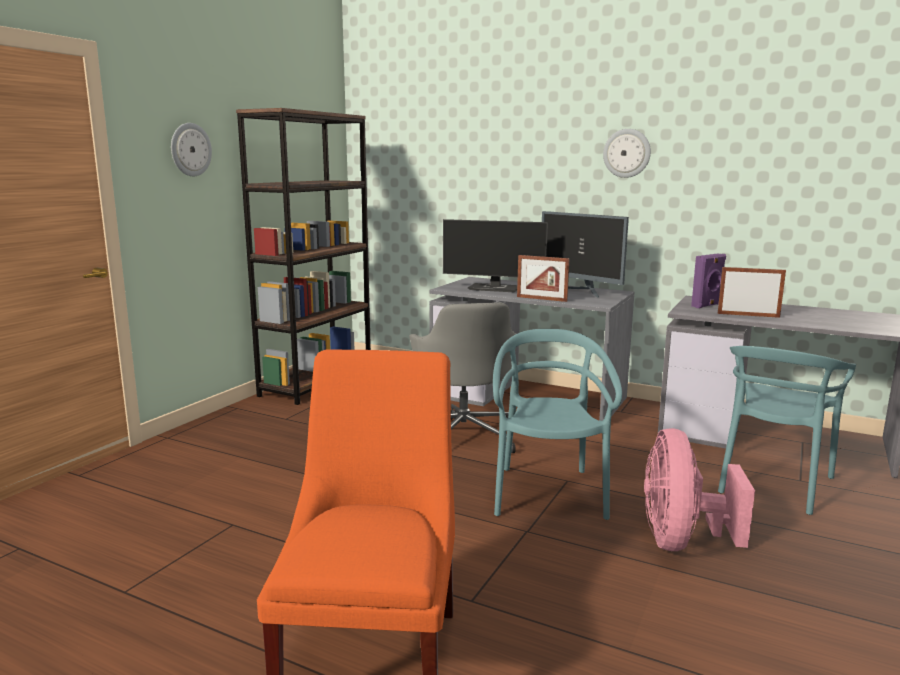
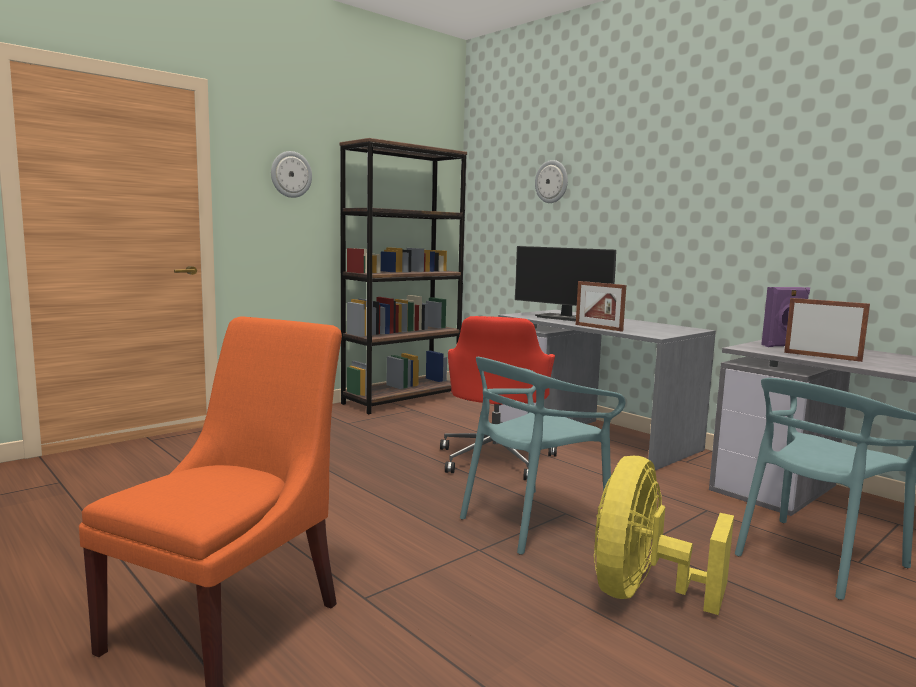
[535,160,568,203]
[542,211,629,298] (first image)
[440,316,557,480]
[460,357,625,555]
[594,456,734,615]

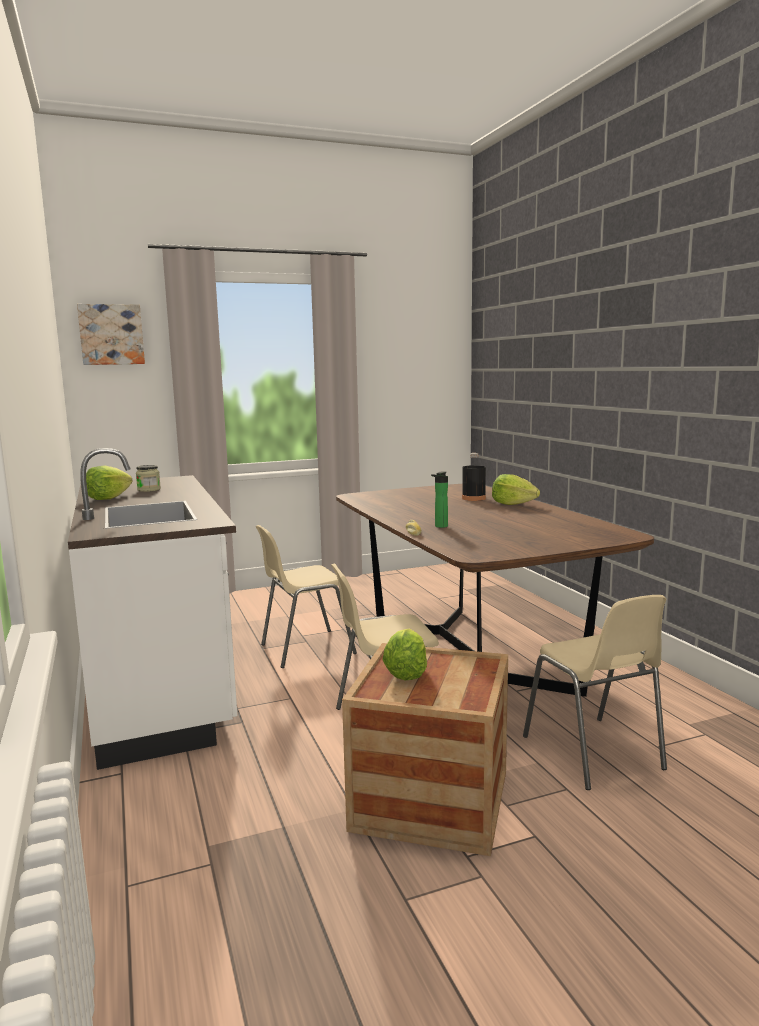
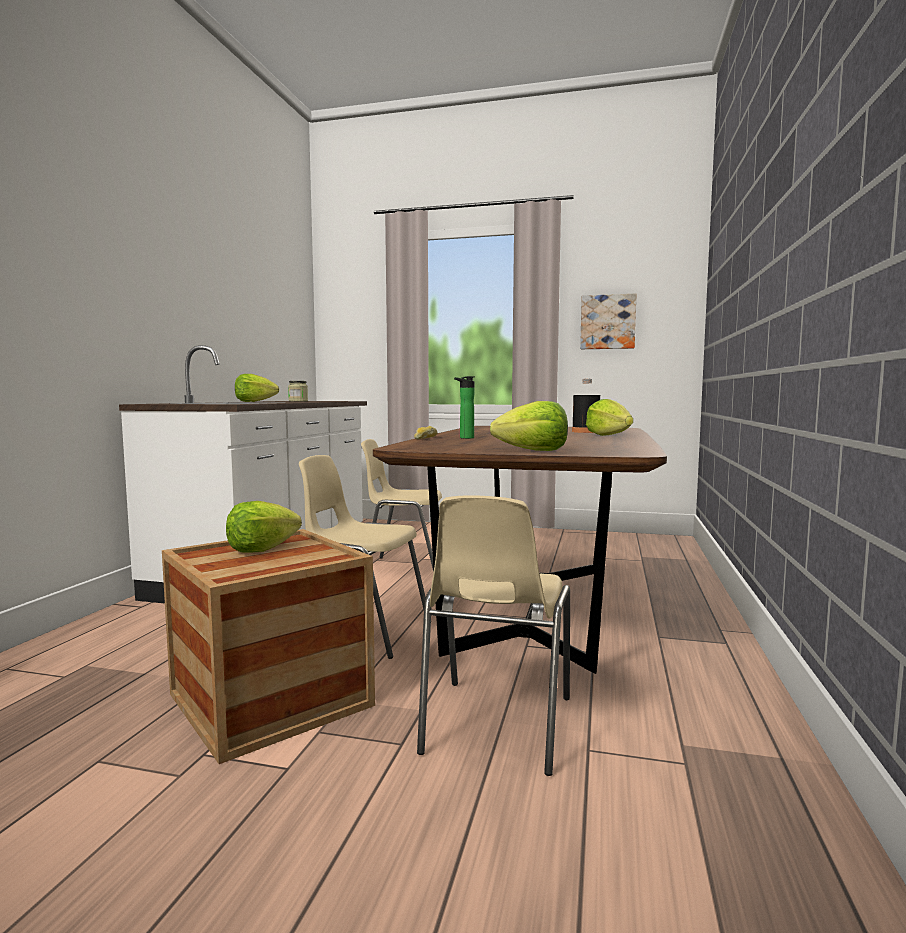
[580,293,637,349]
[490,401,568,451]

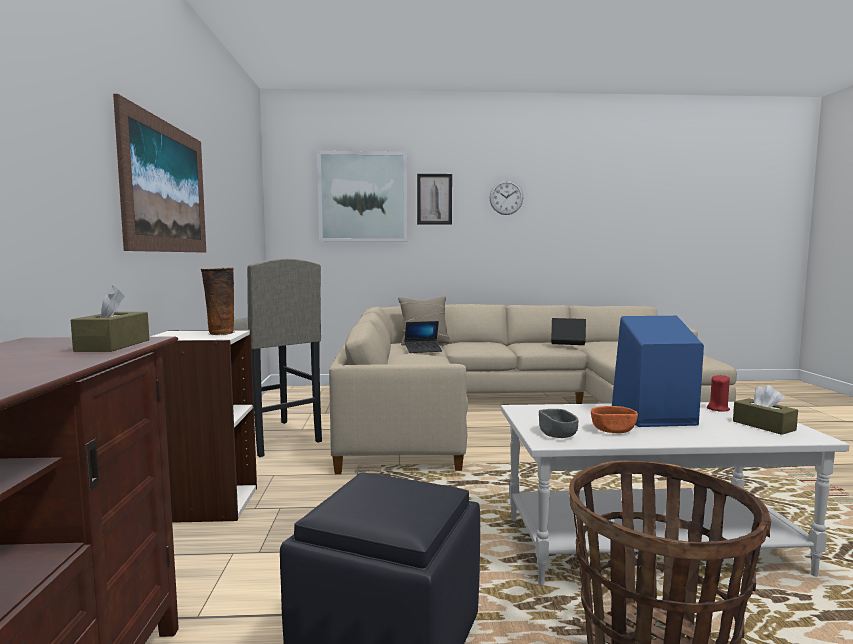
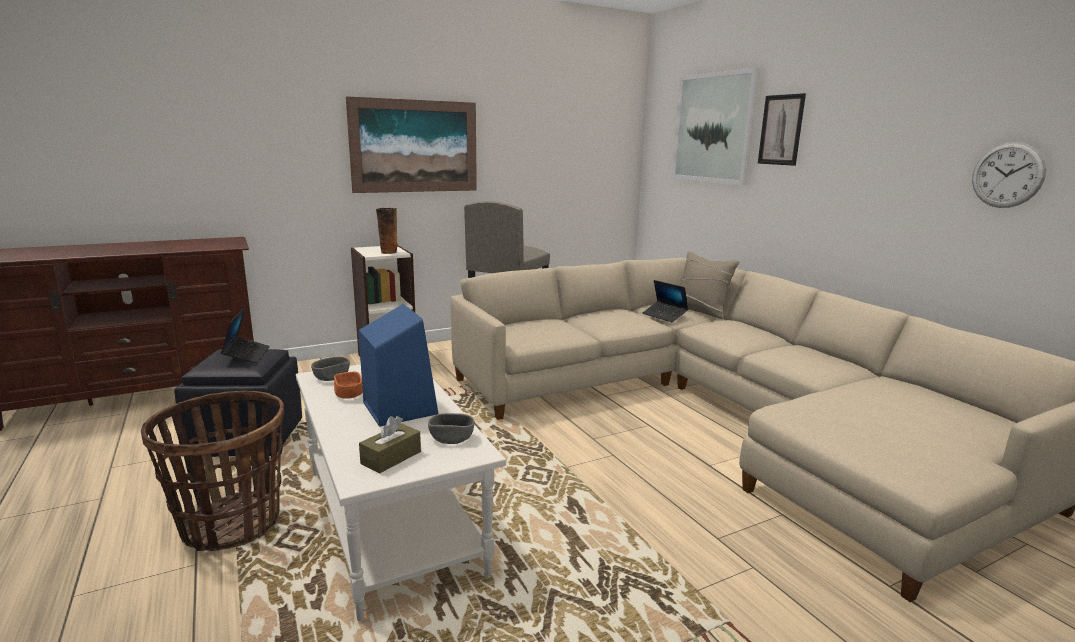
[972,142,1046,208]
[71,286,149,352] (first image)
[221,308,270,363]
[428,413,474,444]

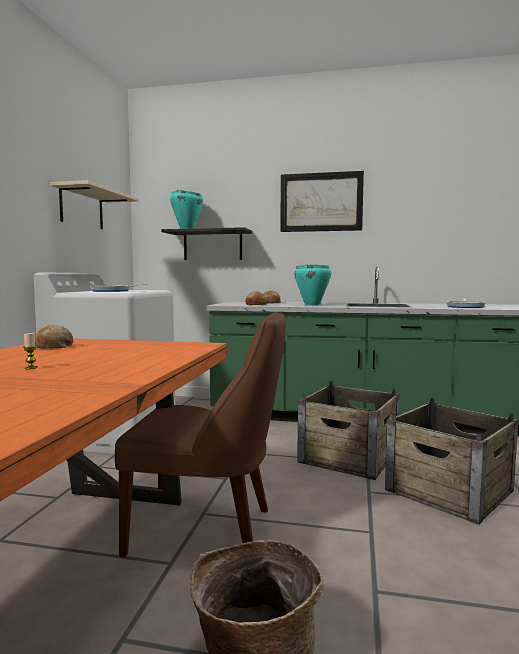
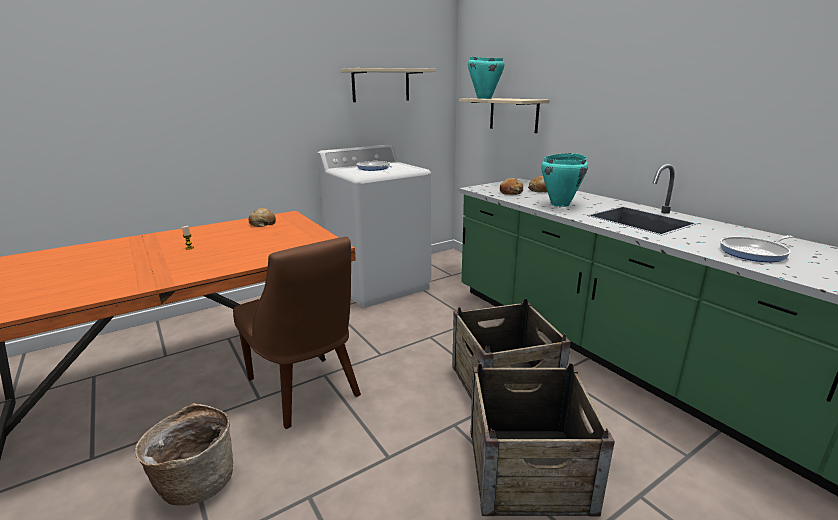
[280,171,364,232] (first image)
[459,98,549,133]

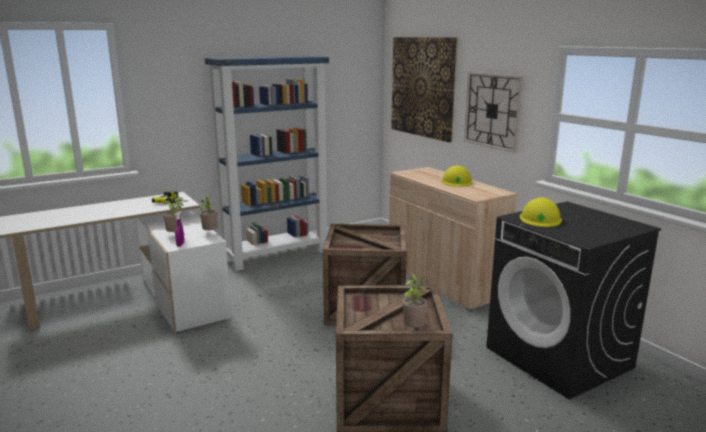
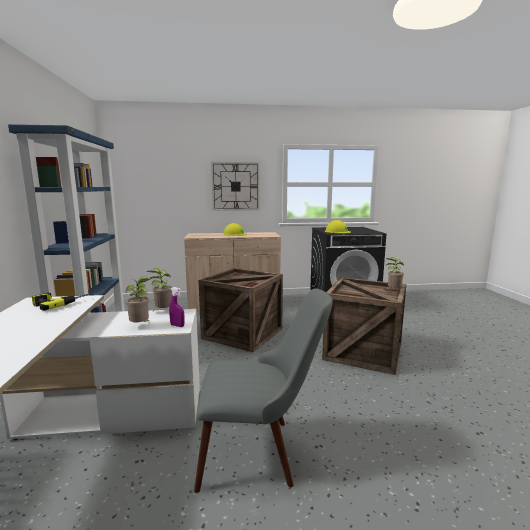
[391,37,458,142] (first image)
[194,289,333,493]

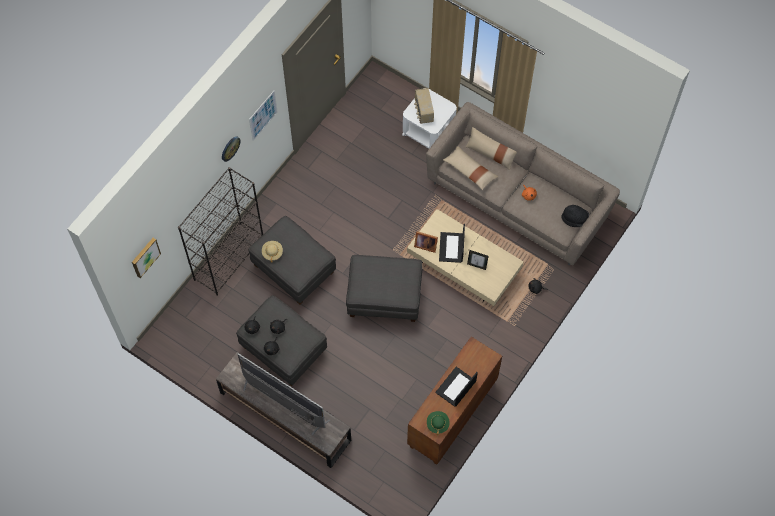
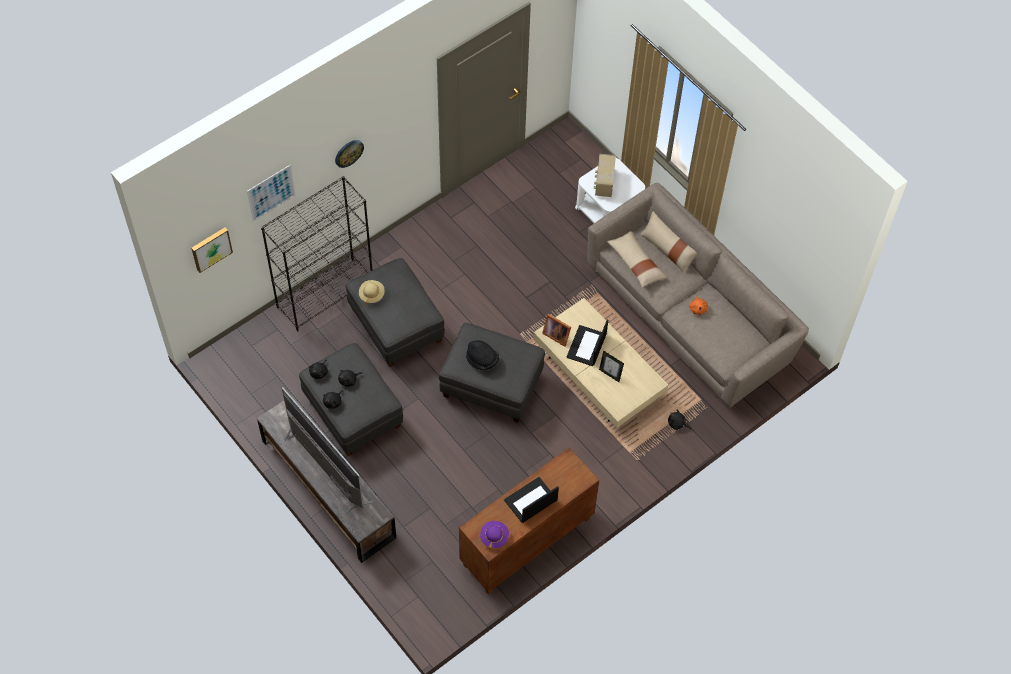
[247,165,296,222]
[466,340,499,370]
[480,521,509,550]

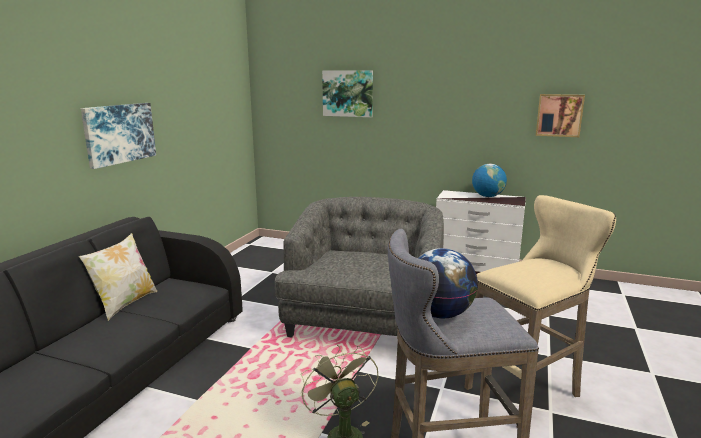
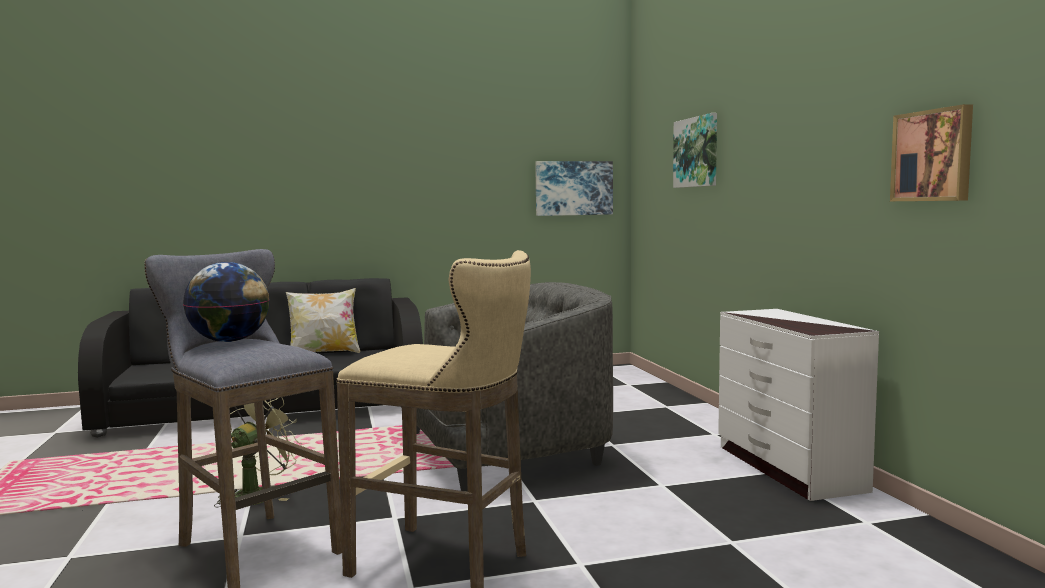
[535,161,613,216]
[472,164,507,197] (first image)

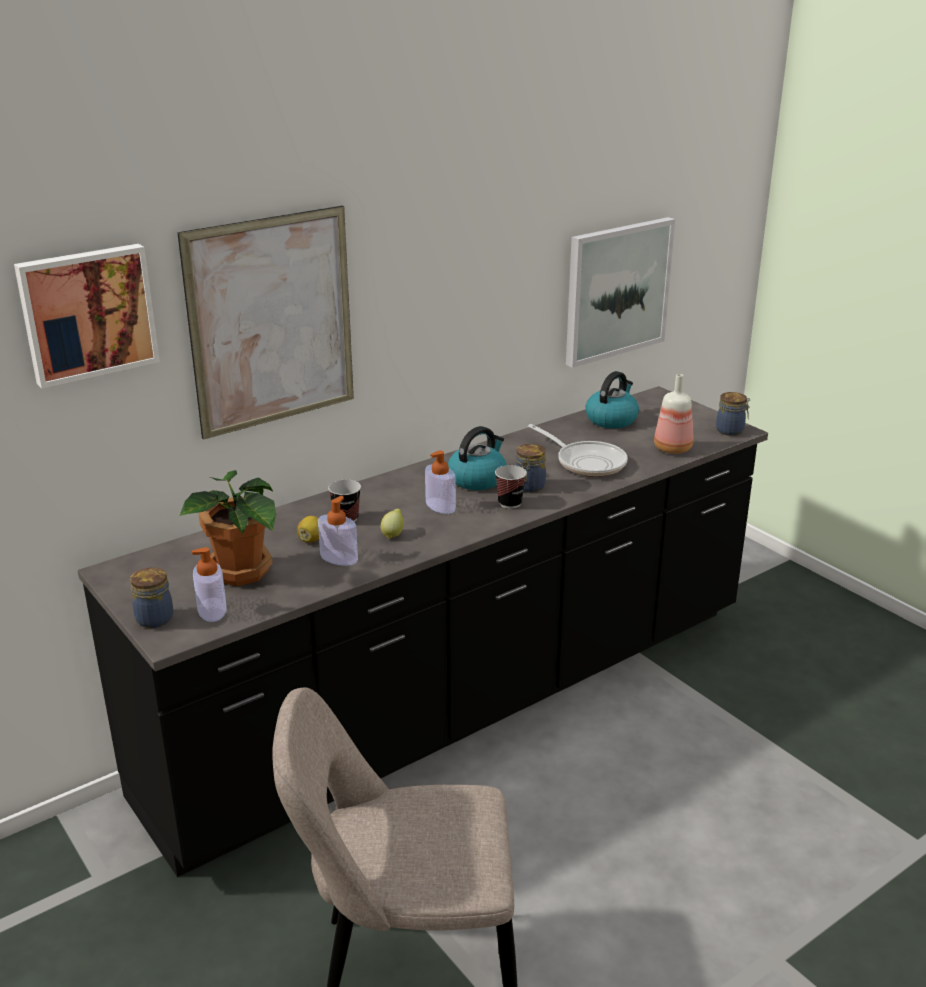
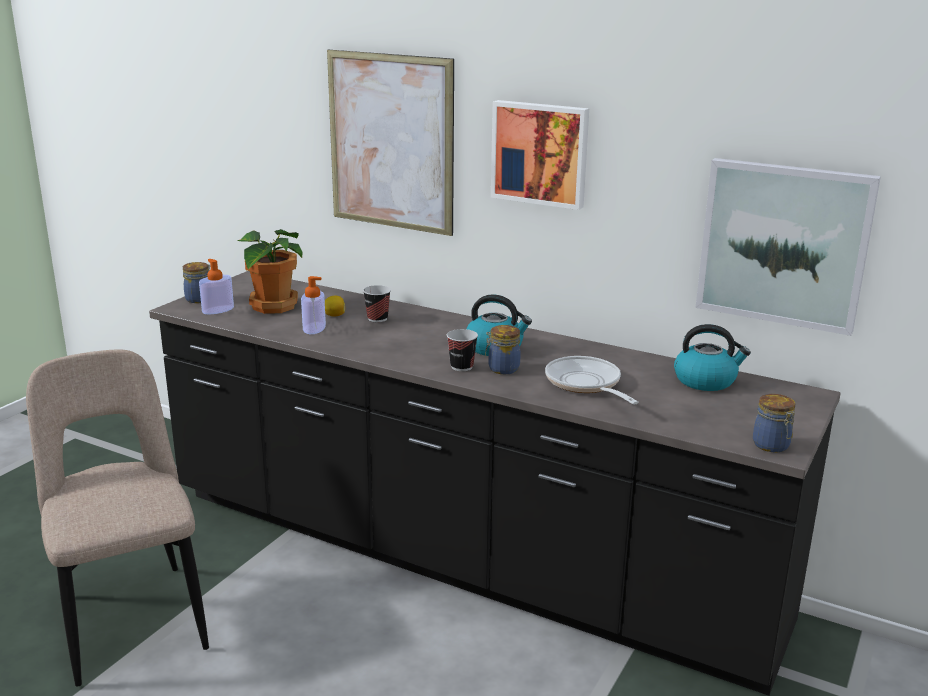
[491,100,589,210]
[654,374,693,454] (first image)
[545,356,638,405]
[425,451,456,514] (first image)
[381,509,404,539] (first image)

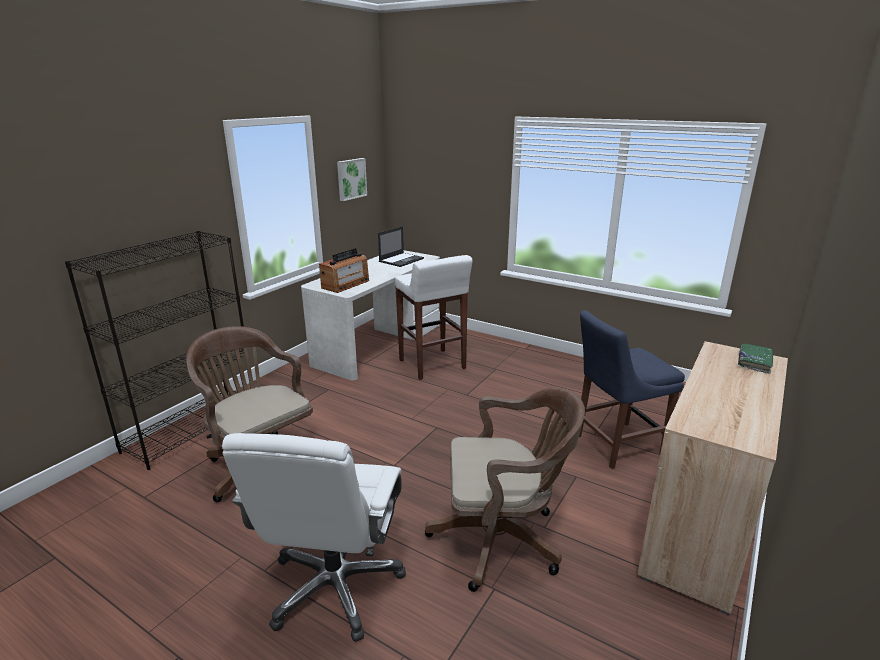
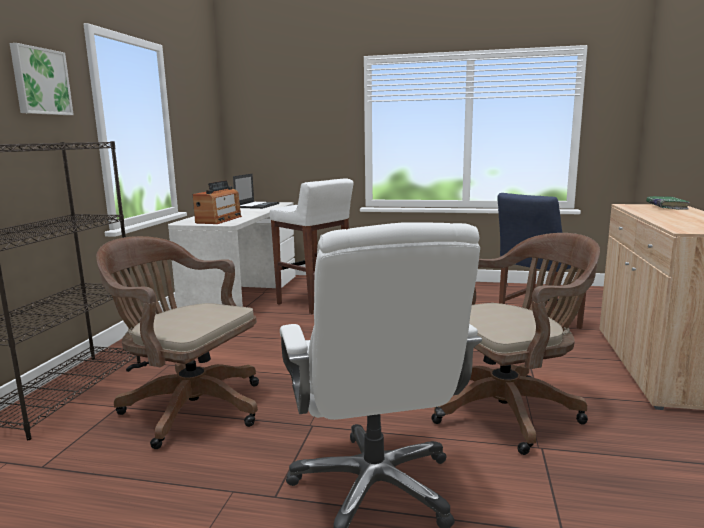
[10,43,74,115]

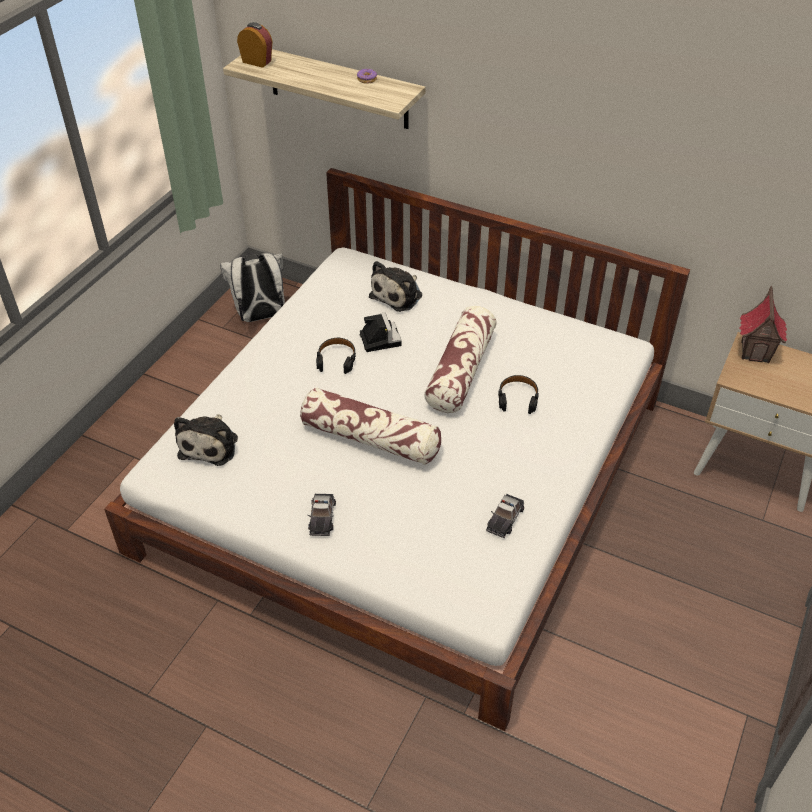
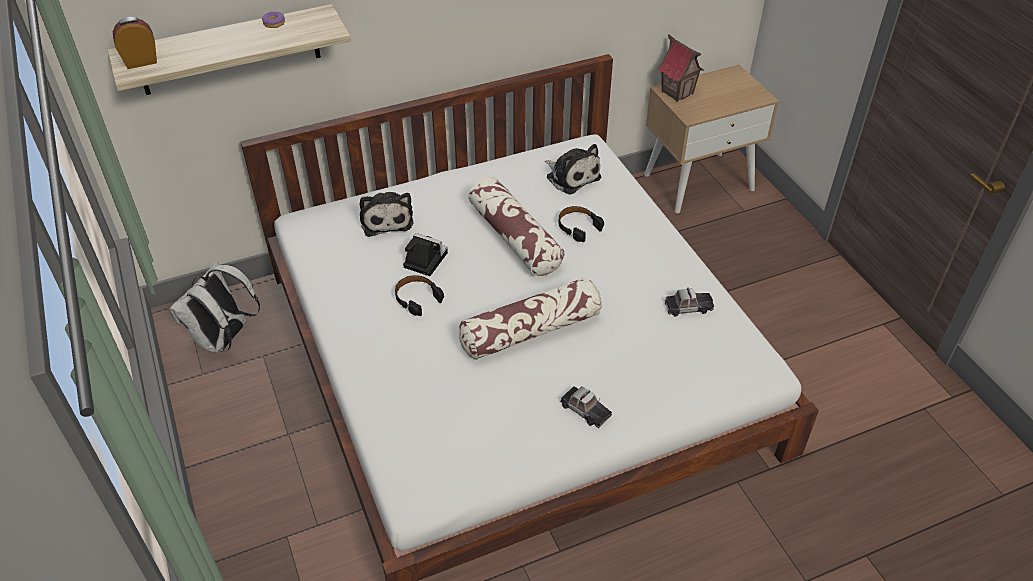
[545,144,601,195]
[665,288,714,317]

